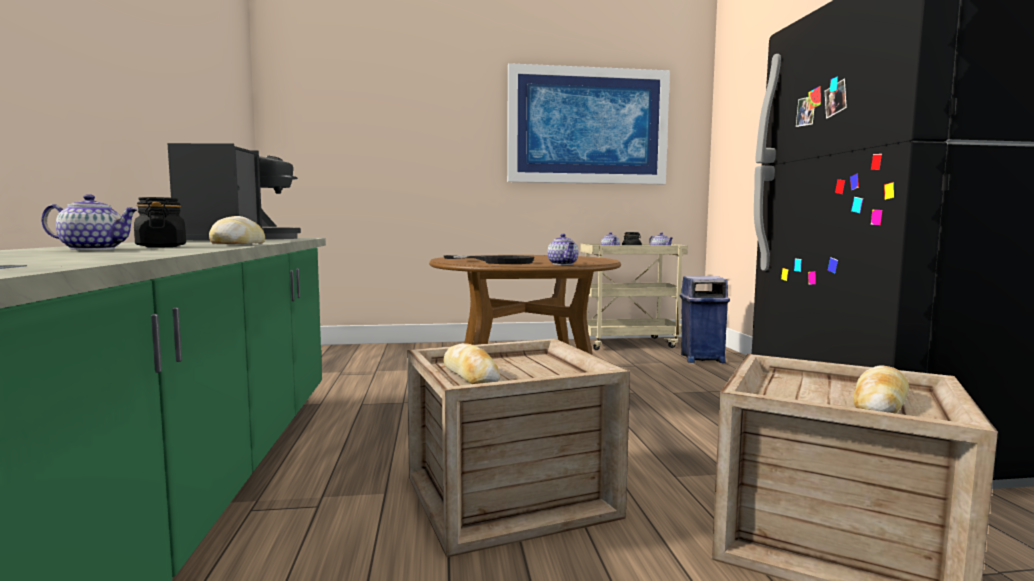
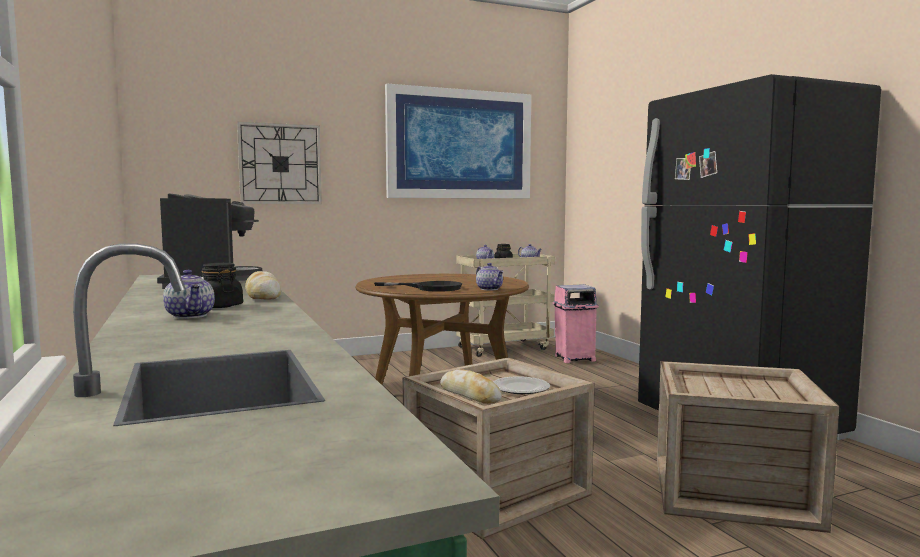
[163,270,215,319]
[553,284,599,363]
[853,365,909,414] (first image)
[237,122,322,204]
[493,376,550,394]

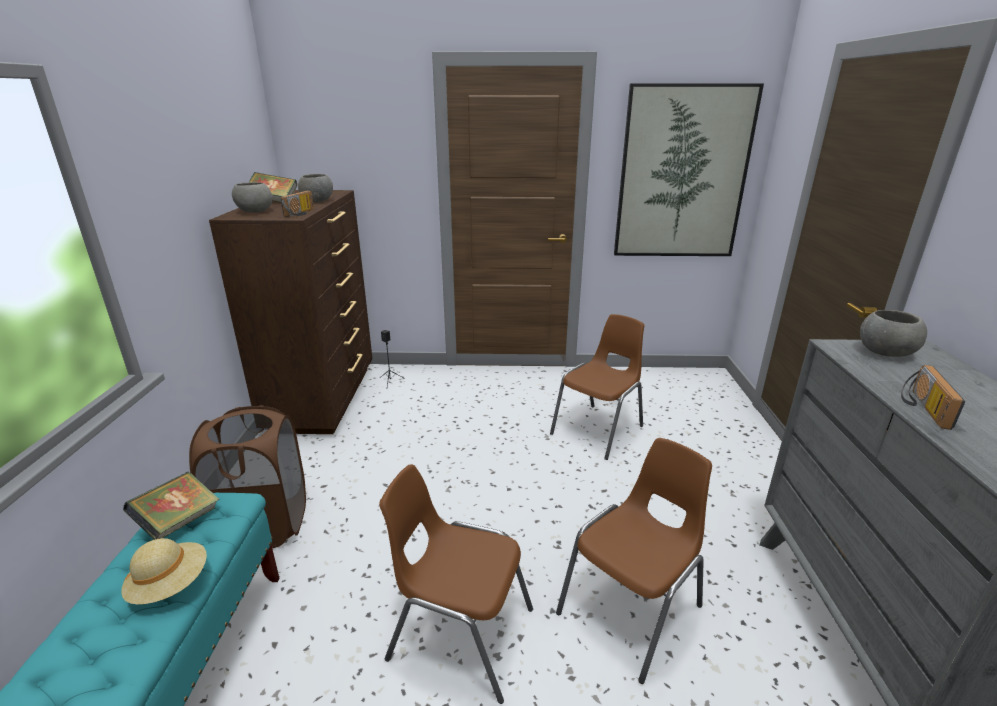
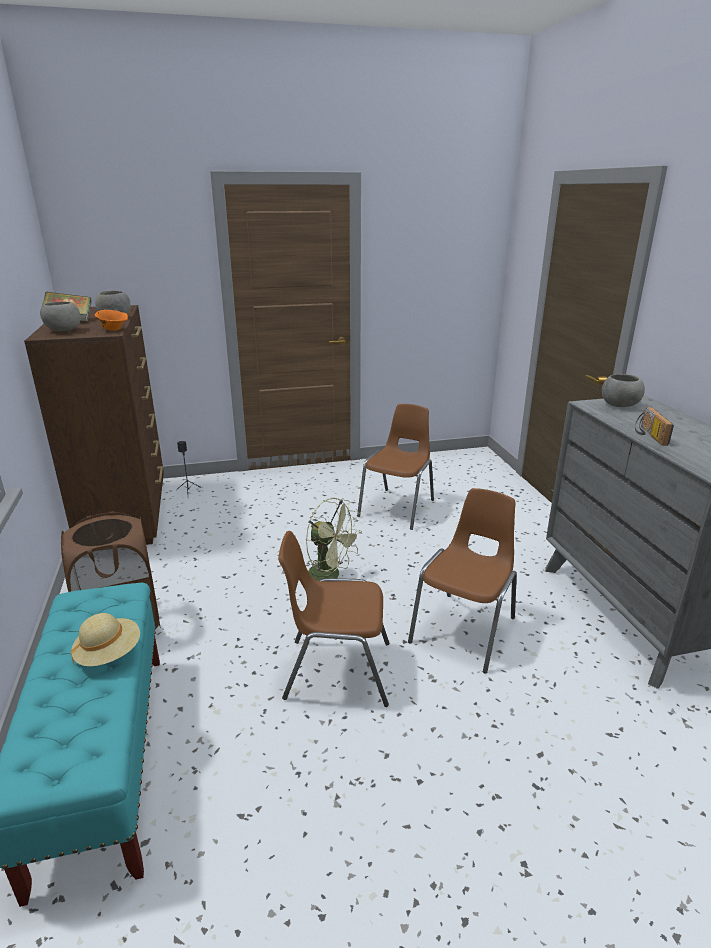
[614,83,764,256] (first image)
[95,310,128,331]
[123,471,219,540] (first image)
[306,498,362,581]

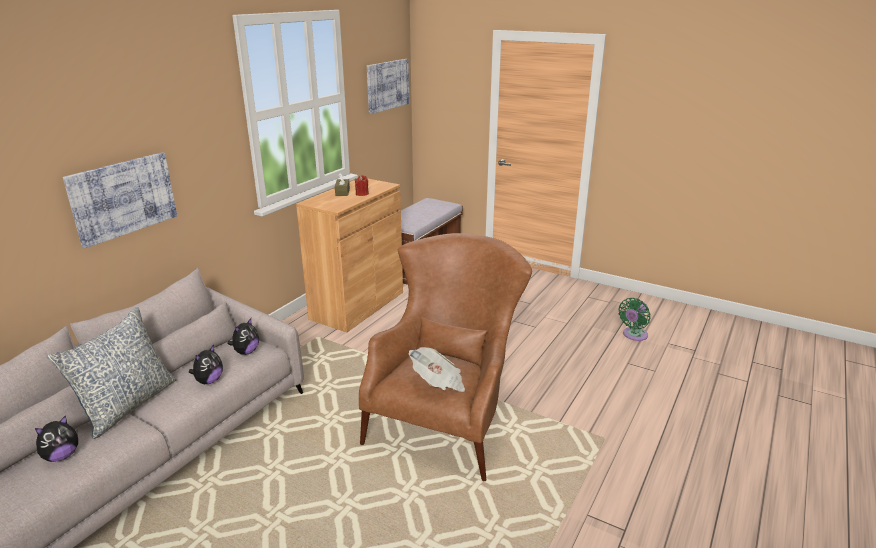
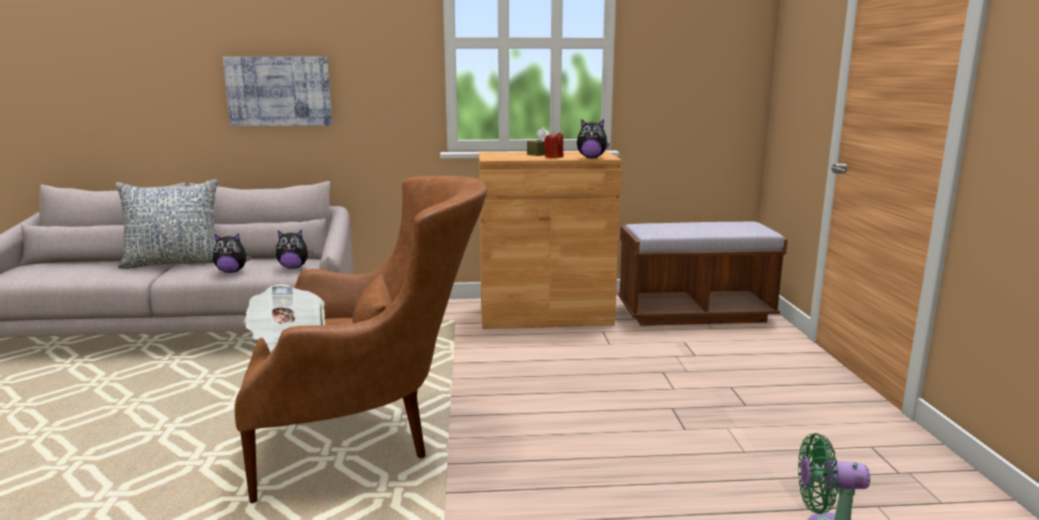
[367,59,409,114] (first image)
[577,119,610,158]

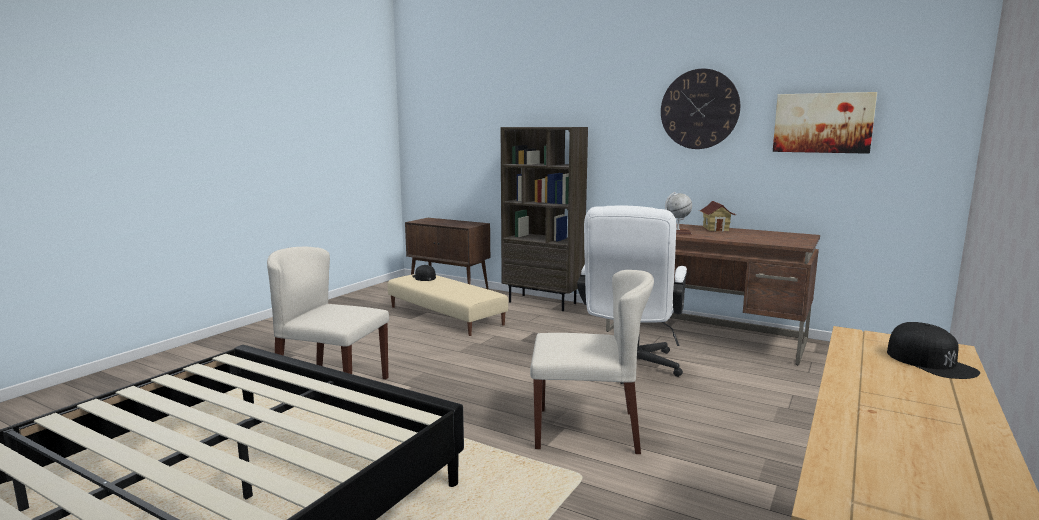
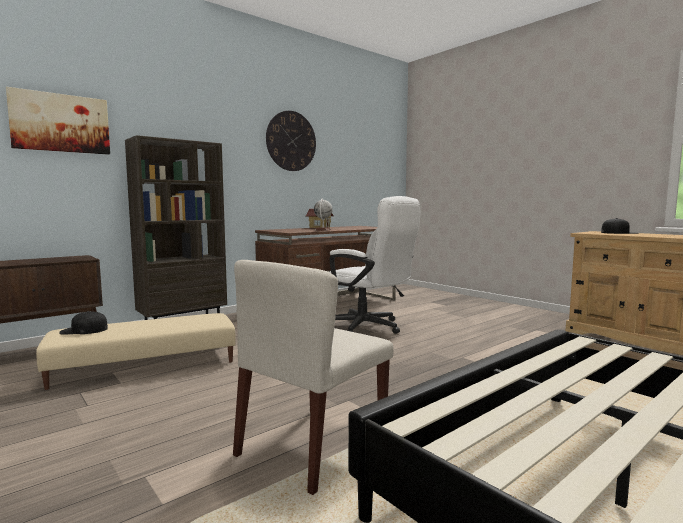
[6,87,110,155]
[530,270,654,454] (first image)

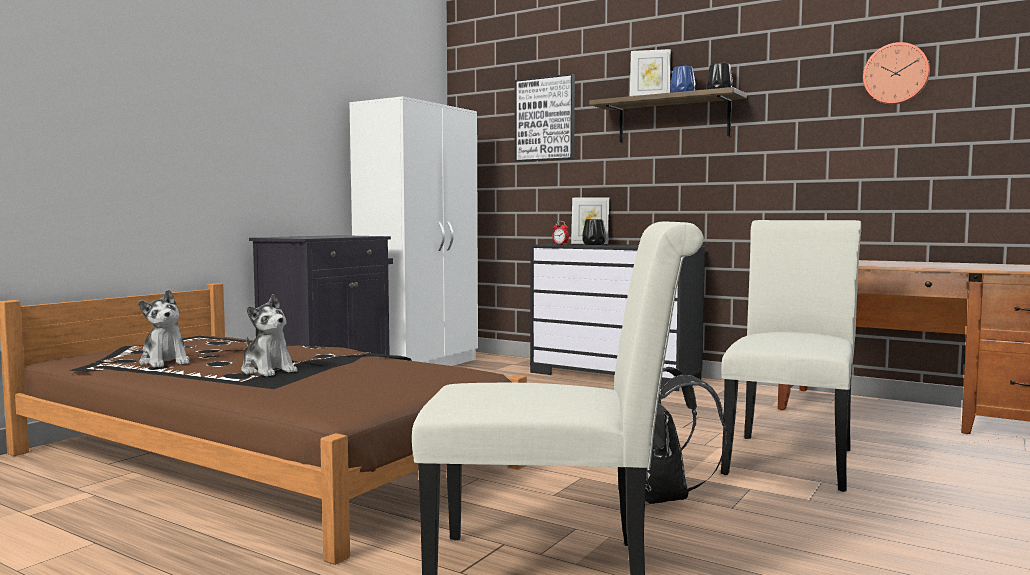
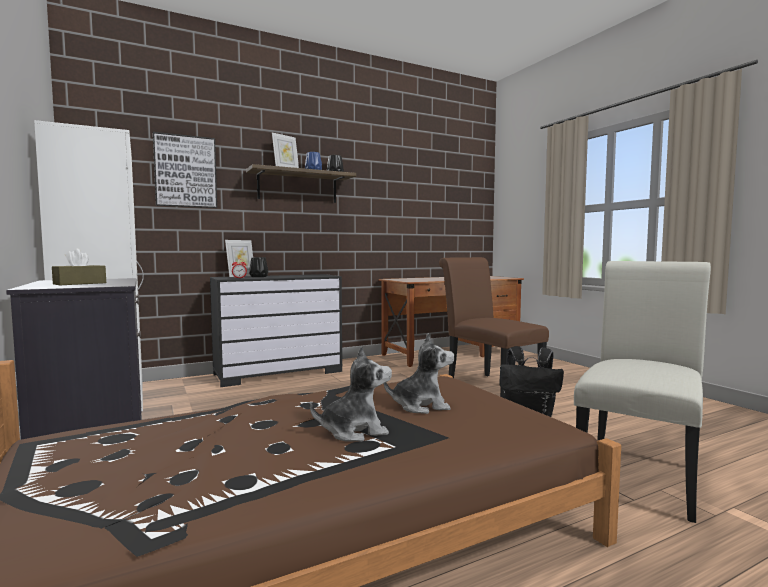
[863,42,930,104] (first image)
[439,257,549,398]
[384,333,454,414]
[52,249,106,285]

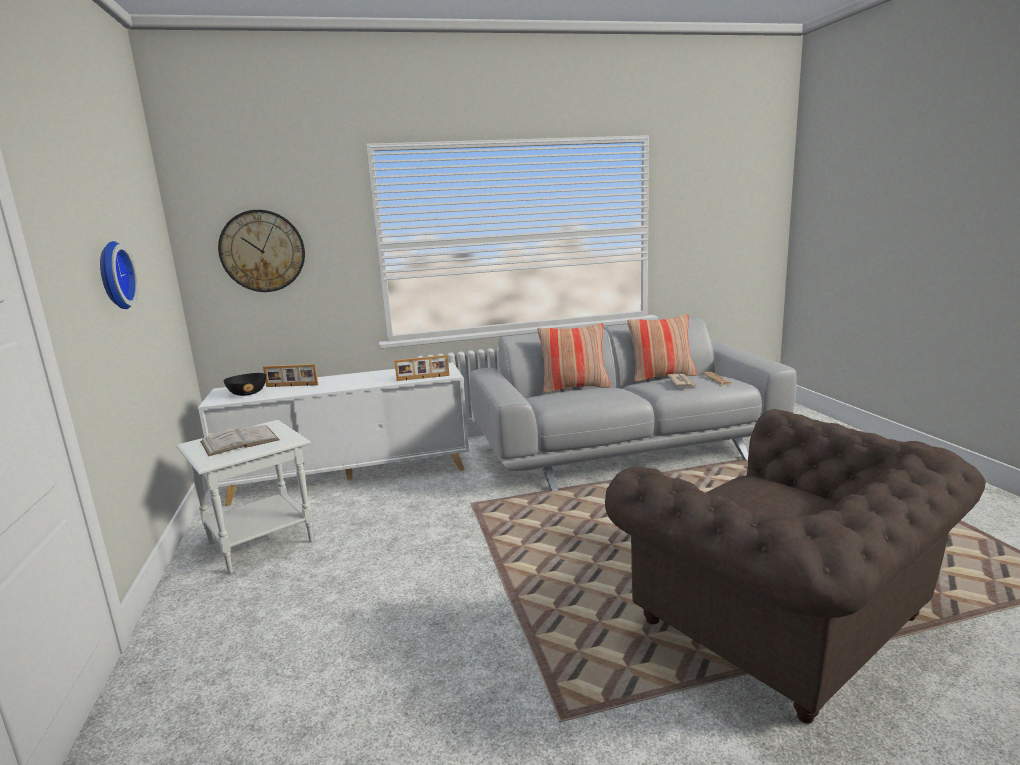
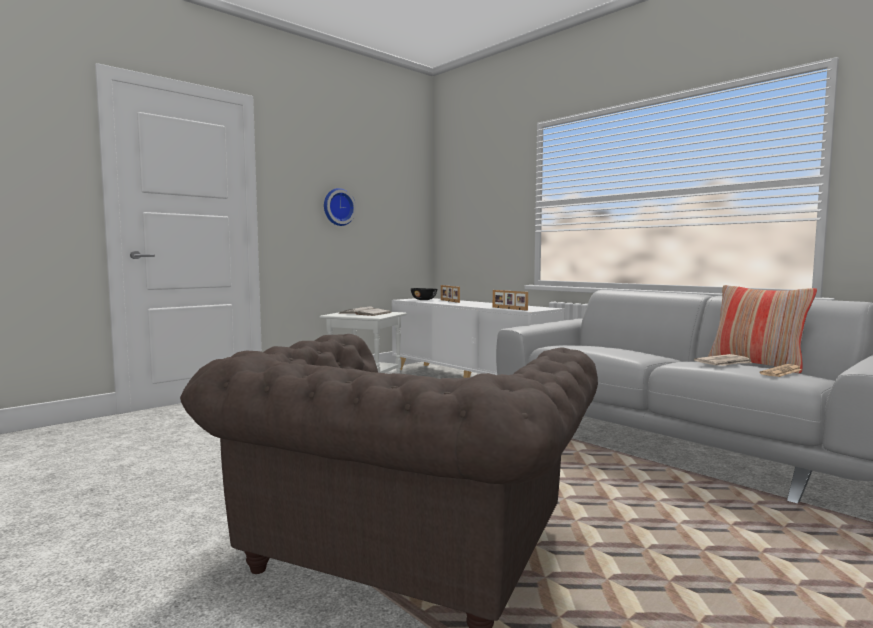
[218,210,305,292] (first image)
[538,323,610,393] (first image)

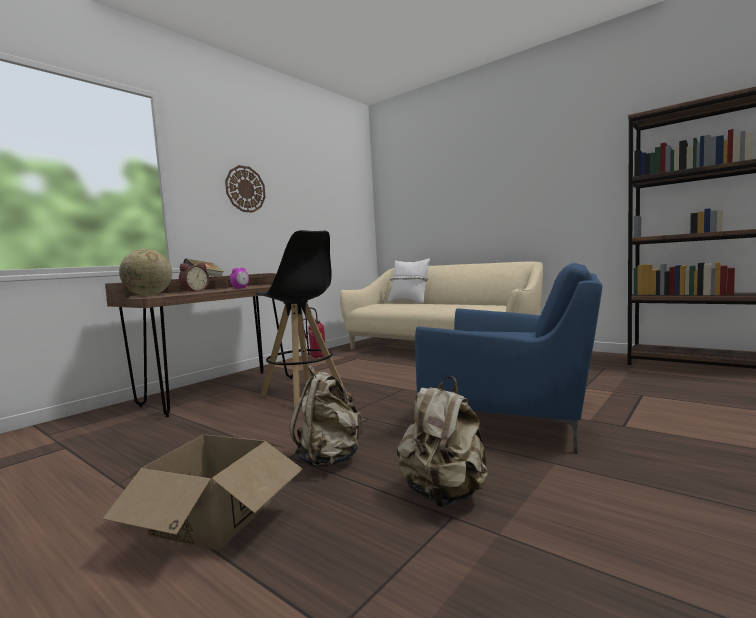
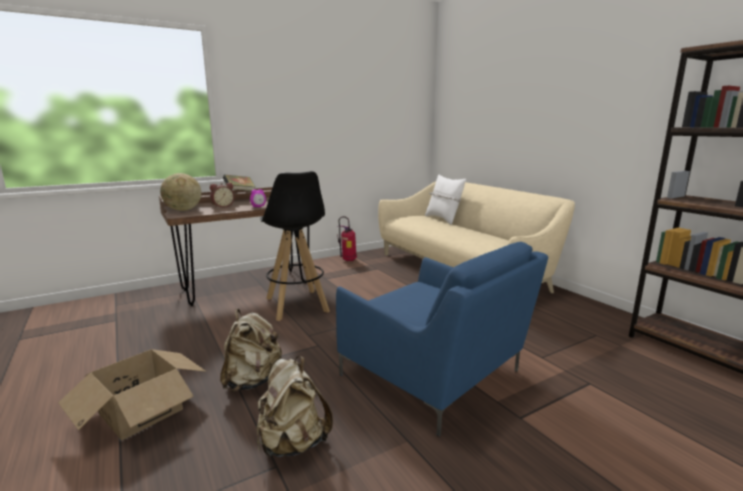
[225,165,265,213] (first image)

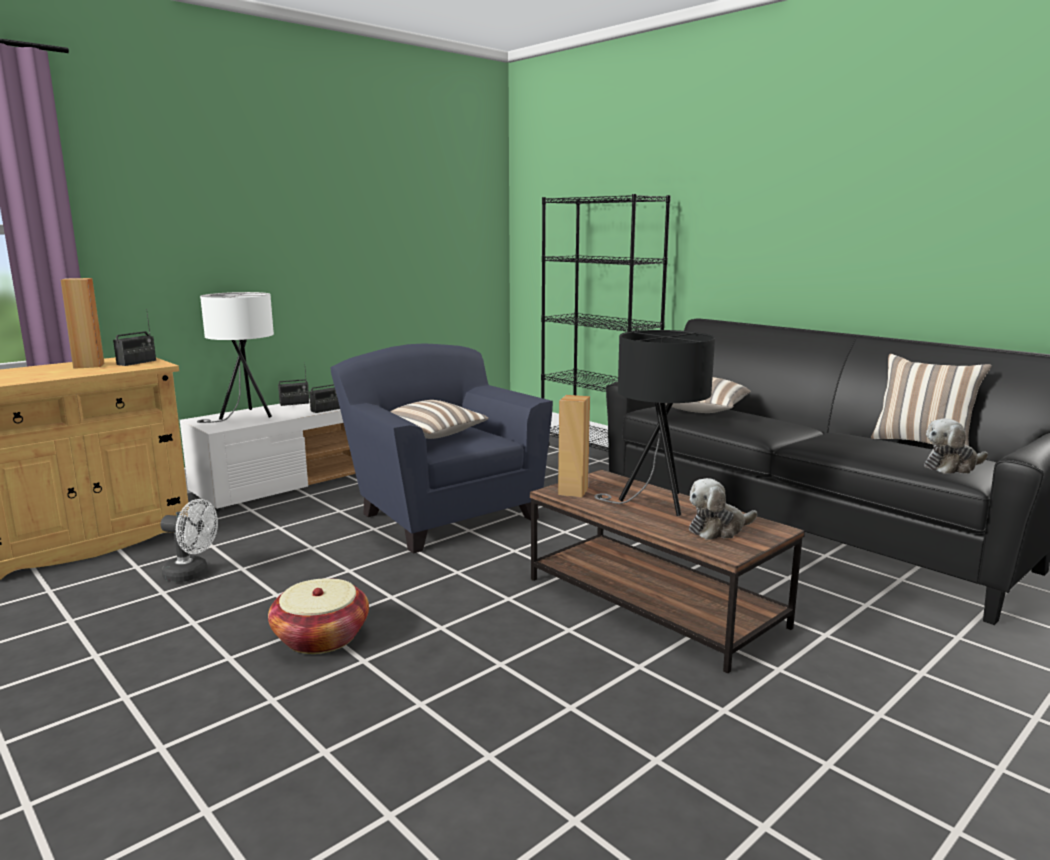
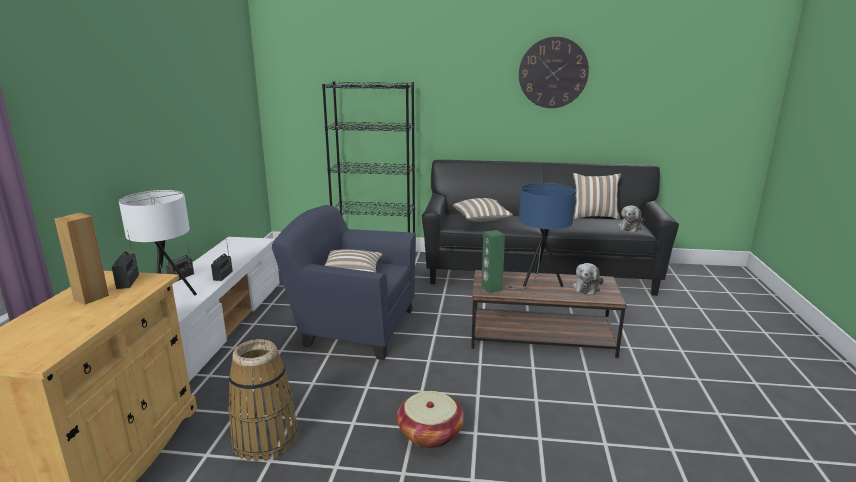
[507,183,576,289]
[481,230,505,293]
[228,339,298,462]
[519,37,589,108]

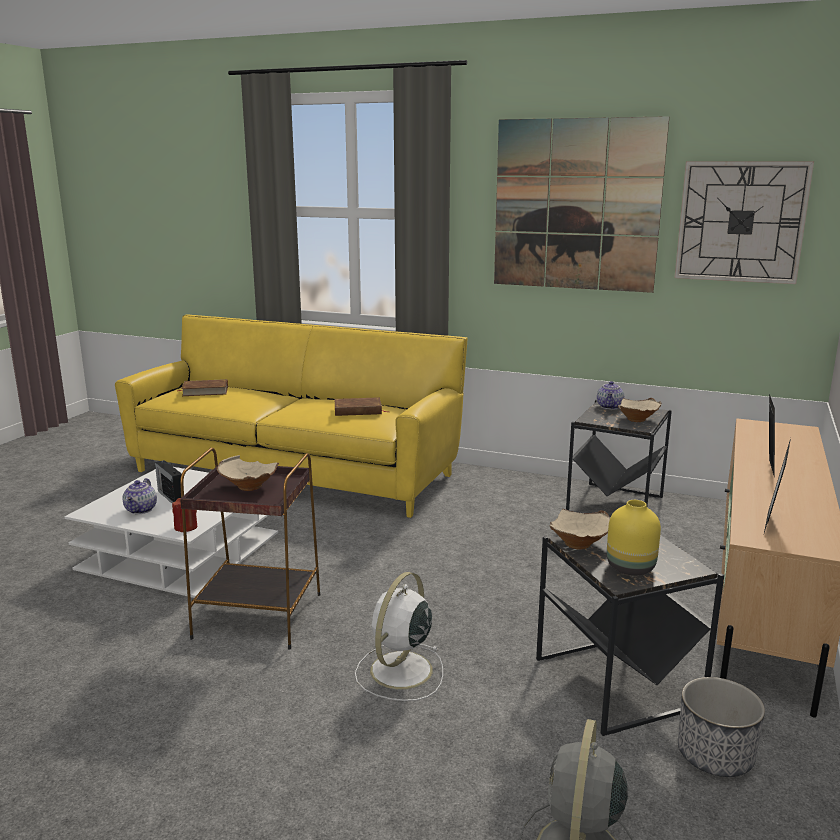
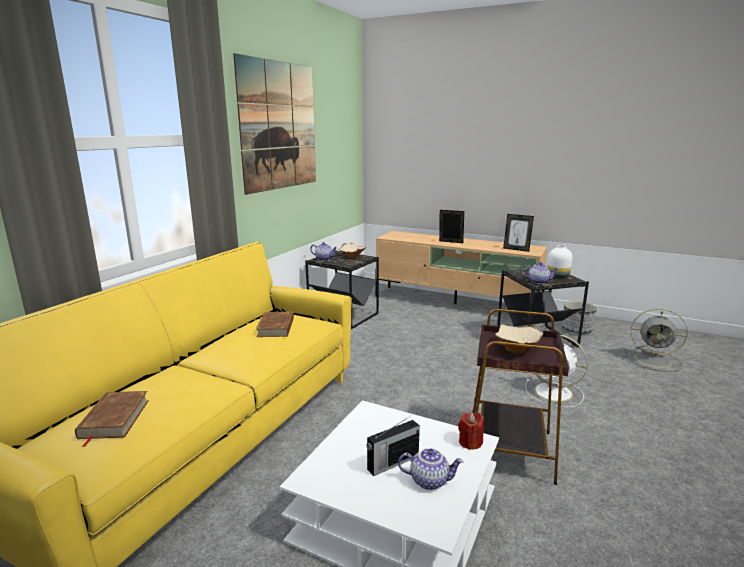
[674,161,814,284] (first image)
[547,245,572,279]
[522,262,559,284]

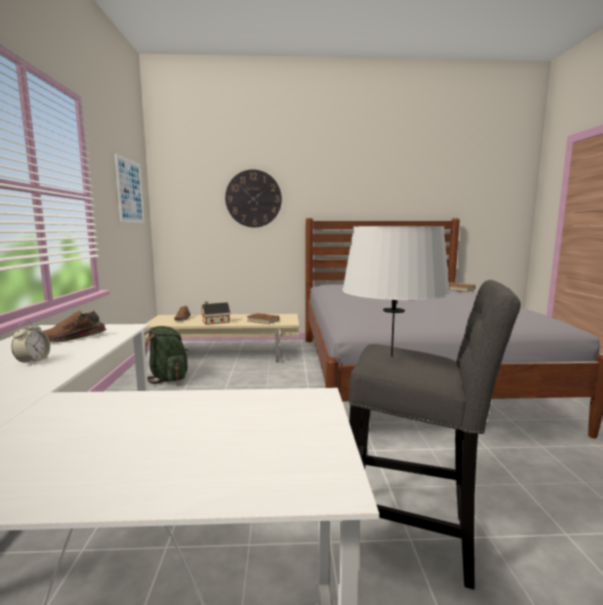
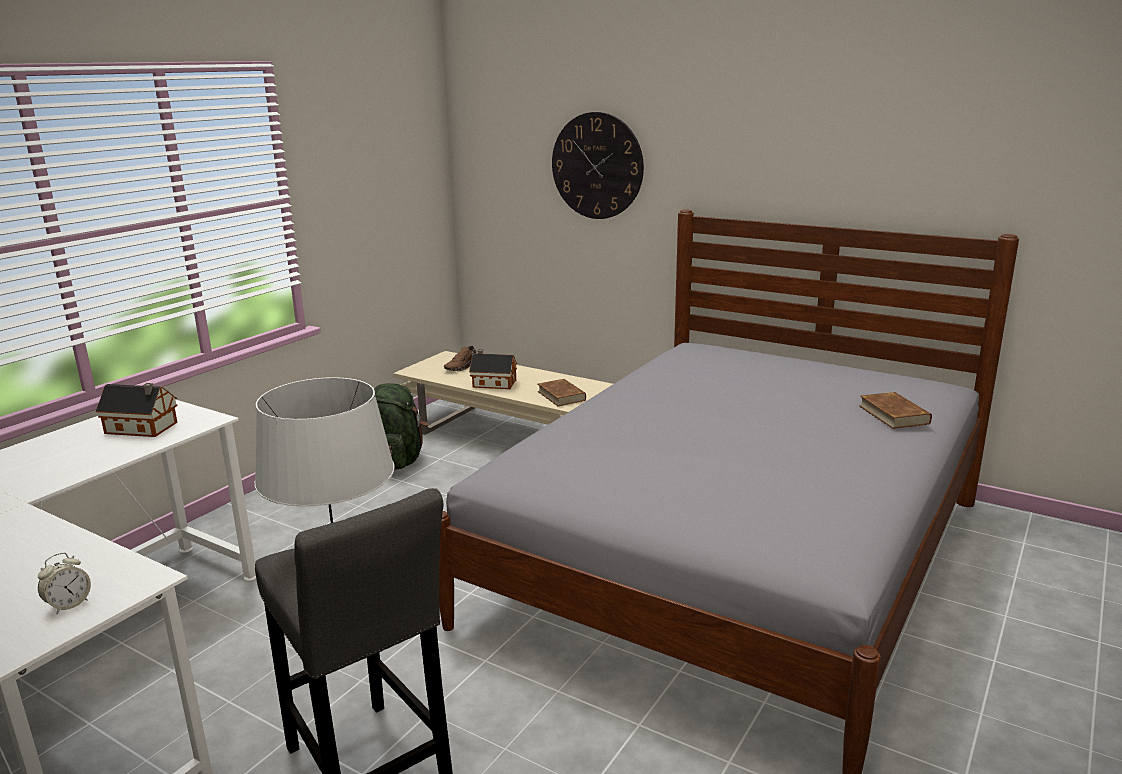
[115,154,144,223] (first image)
[96,383,178,437]
[38,553,91,614]

